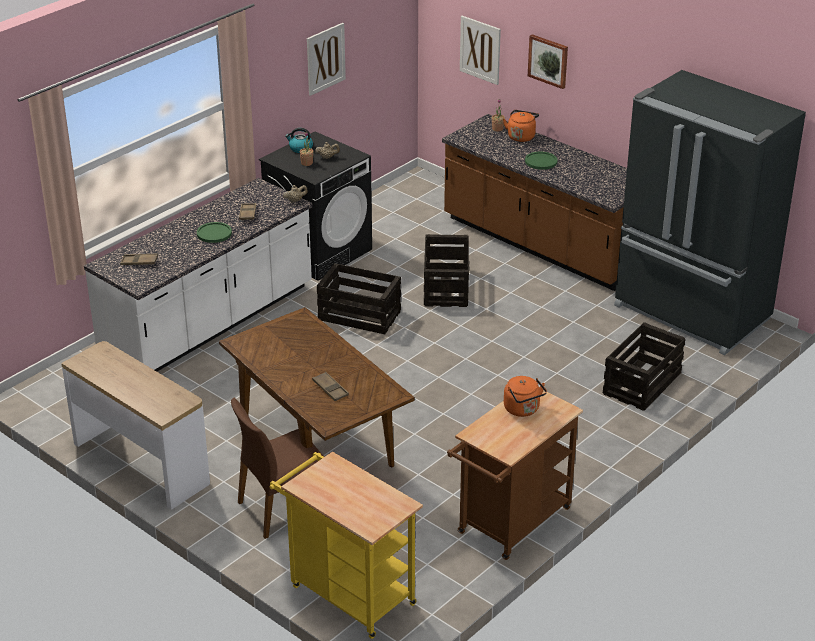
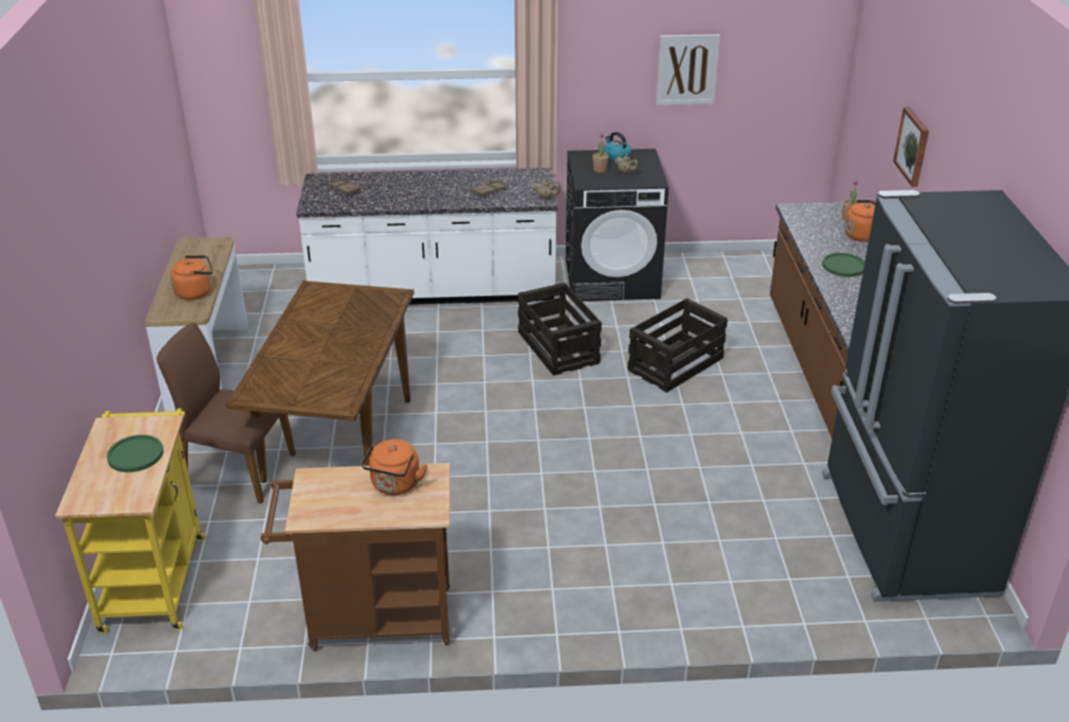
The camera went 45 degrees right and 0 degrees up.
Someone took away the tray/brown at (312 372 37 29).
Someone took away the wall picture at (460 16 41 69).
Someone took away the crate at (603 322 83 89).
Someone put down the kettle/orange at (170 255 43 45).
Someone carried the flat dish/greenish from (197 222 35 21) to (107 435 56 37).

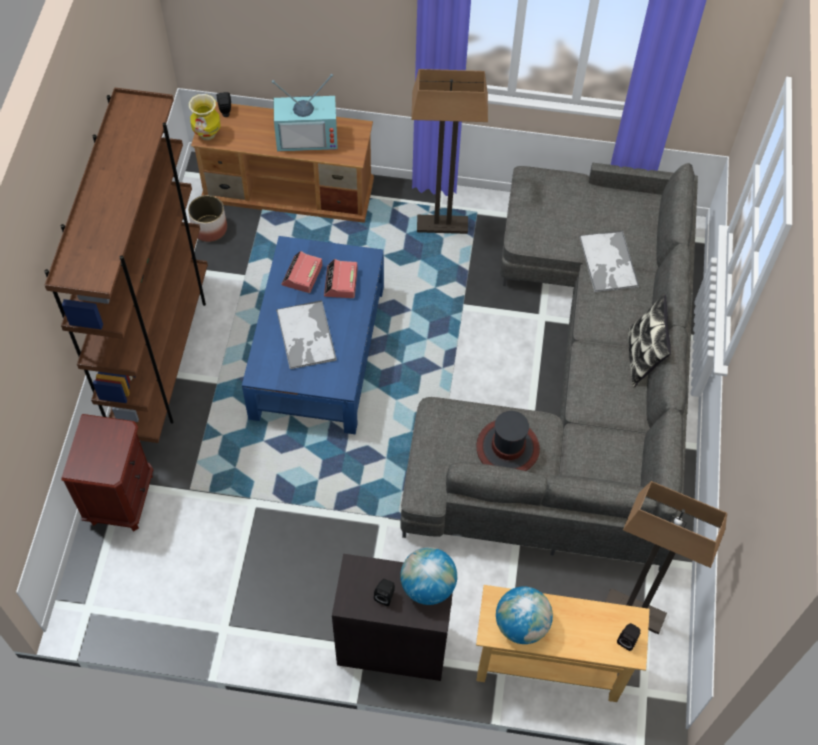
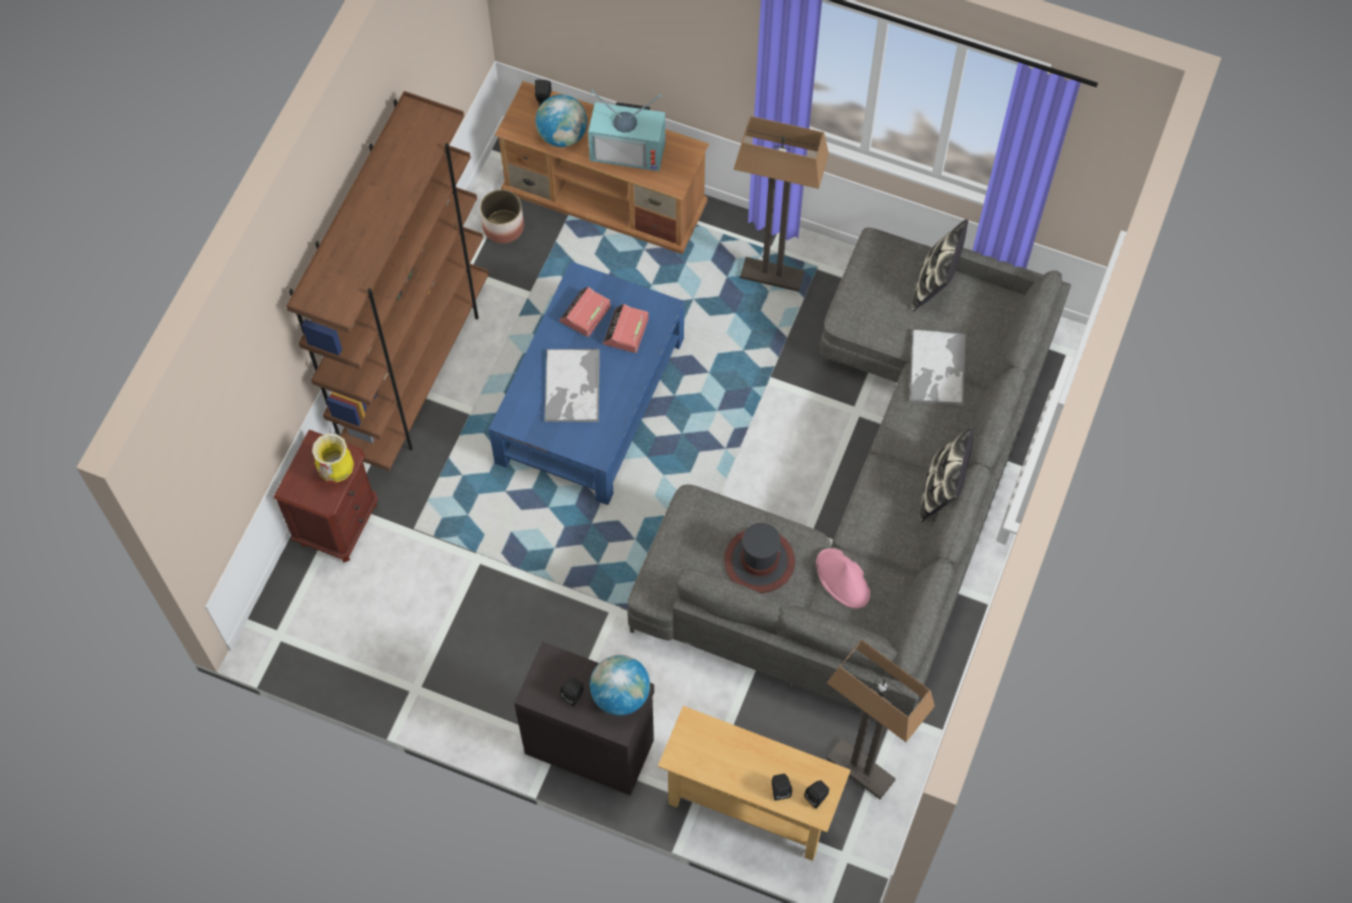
The camera went 15 degrees right and 5 degrees up.
Someone put down the audio speaker/black at (772 773 20 28).
Someone put down the wearable hat/pink-coloured at (816 548 54 61).
Someone put down the cushion at (912 219 56 92).
Someone carried the decorative vase from (189 94 32 46) to (312 433 42 50).
Someone carried the desk globe from (496 586 57 58) to (536 95 51 52).

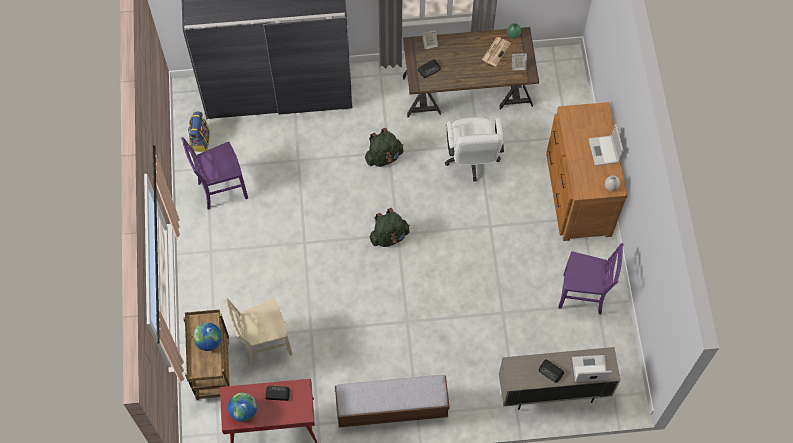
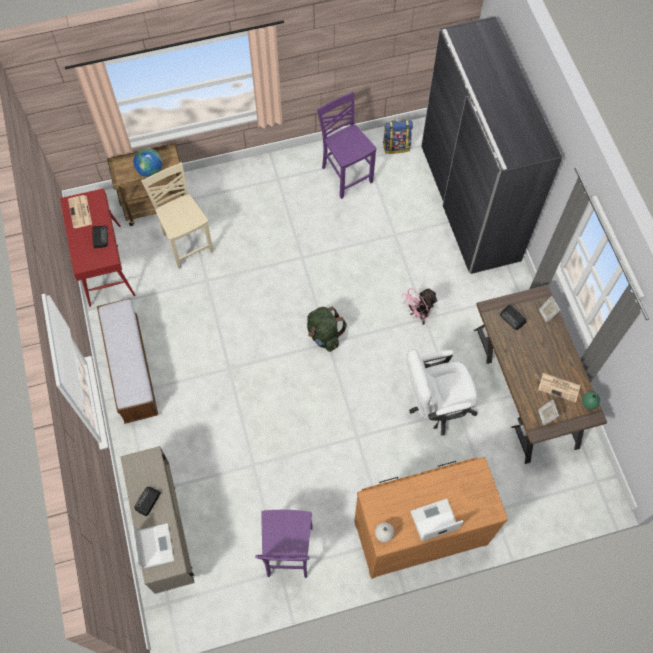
The camera went 80 degrees right and 0 degrees up.
Someone swapped the desk globe at (228 392 29 30) for the newspaper at (68 195 24 33).
Someone swapped the backpack/greenish at (365 128 38 39) for the cooling fan/pink-coloured at (402 288 36 37).

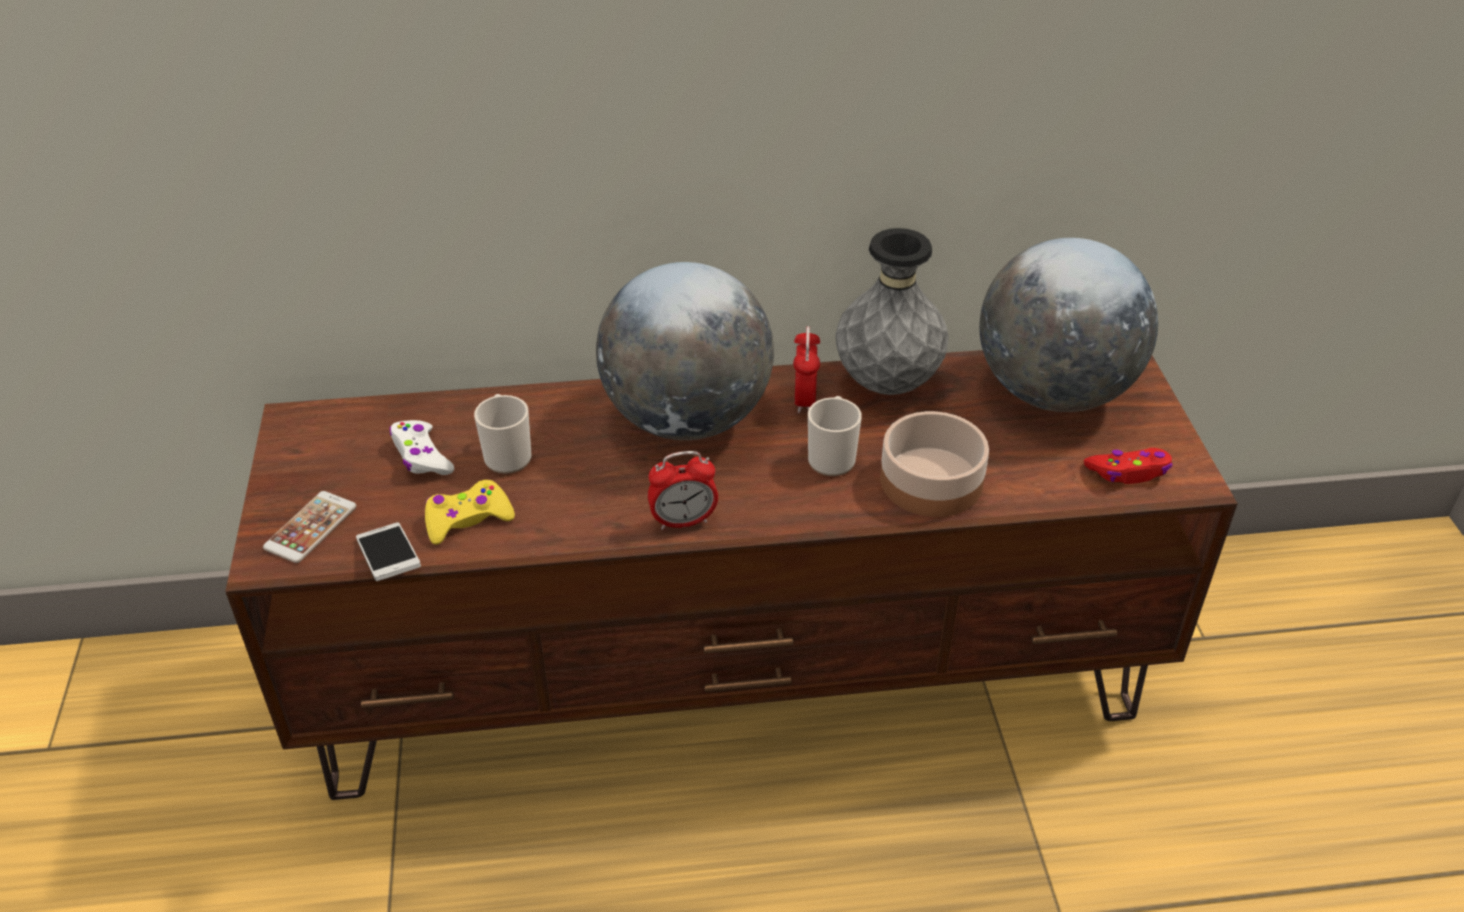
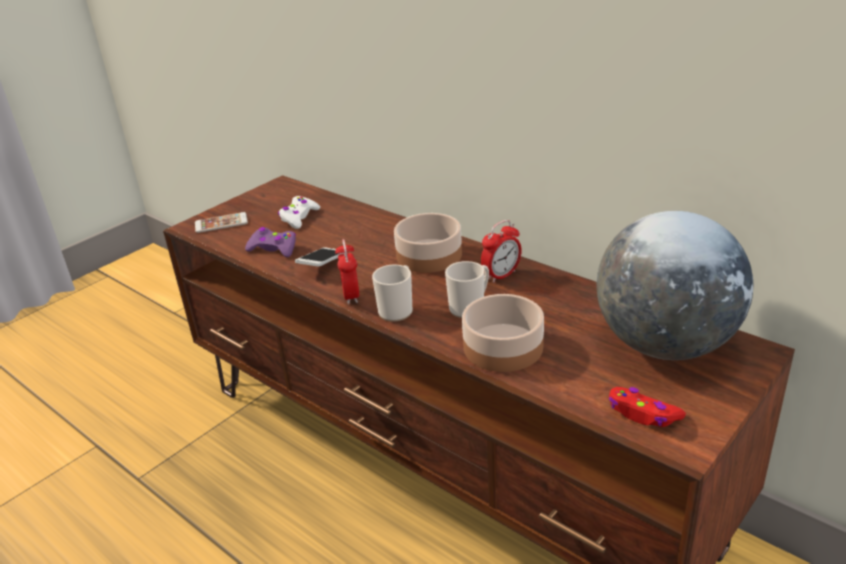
The camera went 50 degrees right and 10 degrees down.
Someone took away the decorative vase/grey at (836 228 113 167).
Someone carried the phone from (356 522 65 59) to (295 247 49 20).
Someone carried the mug from (474 394 58 80) to (372 265 41 57).
Someone swapped the desk globe at (596 262 178 178) for the bowl at (394 213 68 60).
Someone repainted the joypad/yellowish at (425 480 90 65), which became the joypad/purple at (245 227 51 30).
Someone rotated the table clock at (648 451 70 79) by 45 degrees clockwise.

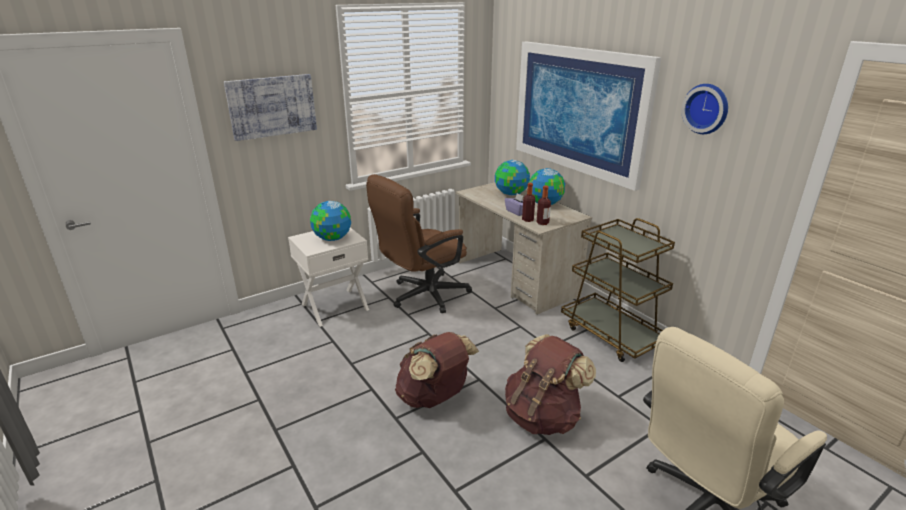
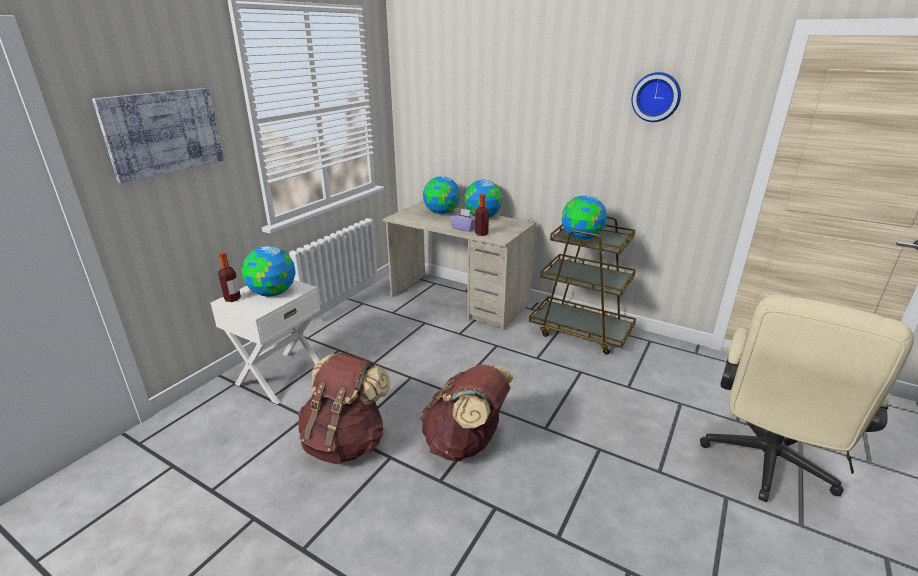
The camera went 25 degrees left and 0 degrees up.
Someone took away the desk chair/brown at (366 174 106 139).
Someone took away the wall picture at (516 42 145 149).
Someone put down the desk globe at (562 195 45 45).
Someone carried the backpack/brown from (505 334 91 101) to (298 353 93 111).
Someone carried the drink bottle from (537 186 14 39) to (218 252 23 50).

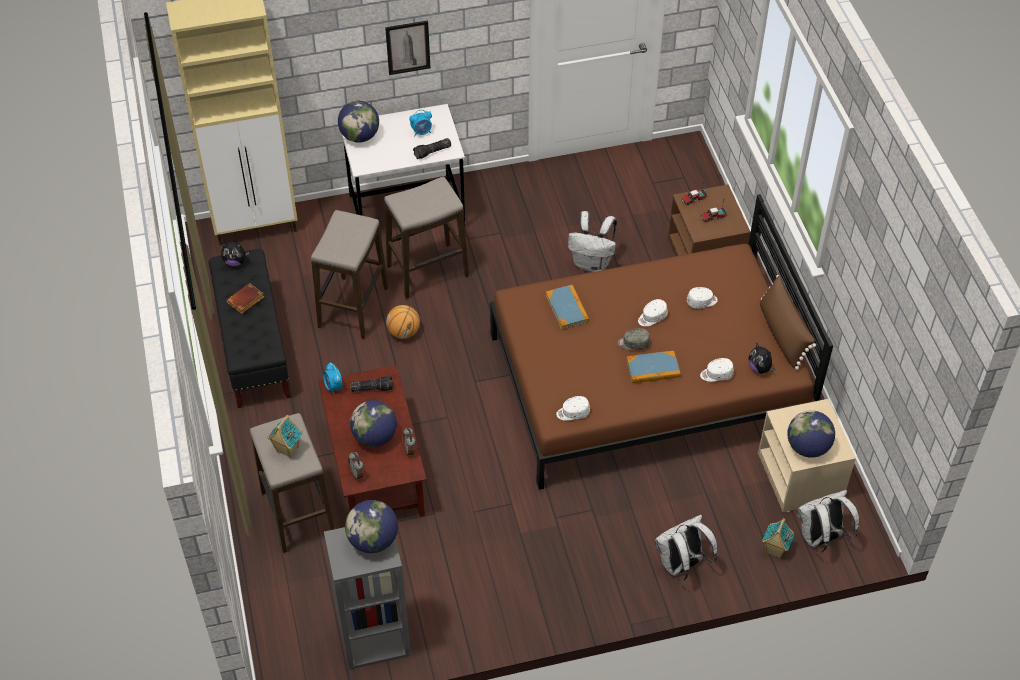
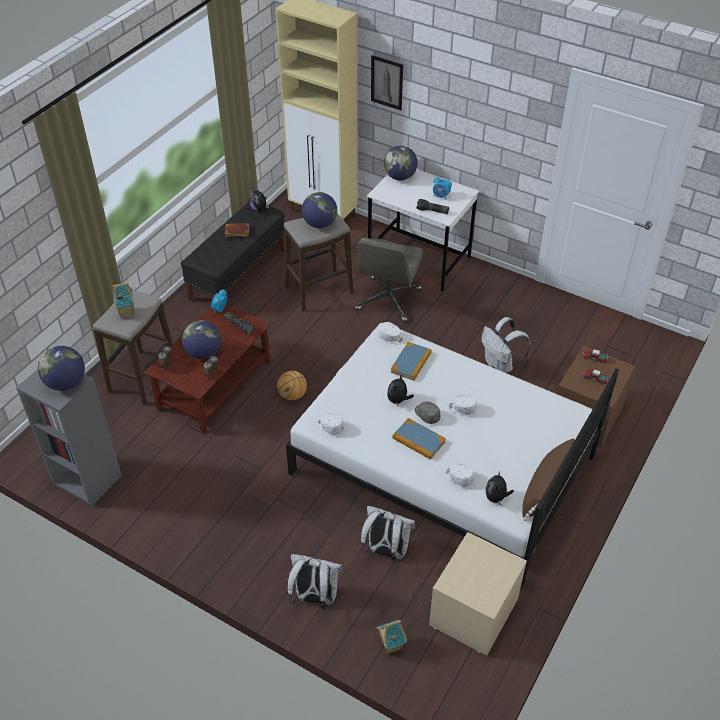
The camera went 45 degrees right and 5 degrees down.
Someone put down the soft toy at (387 374 27 33).
Someone carried the wall picture from (385 21 45 54) to (371 55 32 55).
Someone carried the basketball ball from (386 305 34 34) to (277 371 30 29).
Someone carried the peaked cap/white-coloured from (687 287 31 22) to (378 322 27 23).
Someone carried the desk globe from (787 410 48 48) to (302 192 35 36).
Someone carried the backpack/white-coloured from (797 490 62 63) to (361 506 54 57).
Someone swapped the sitting stool at (384 176 85 123) for the desk chair/grey at (355 238 68 84).
Someone repainted the sleeping bed/brown at (490 194 343 296), which became the sleeping bed/white-coloured at (286 323 333 267).

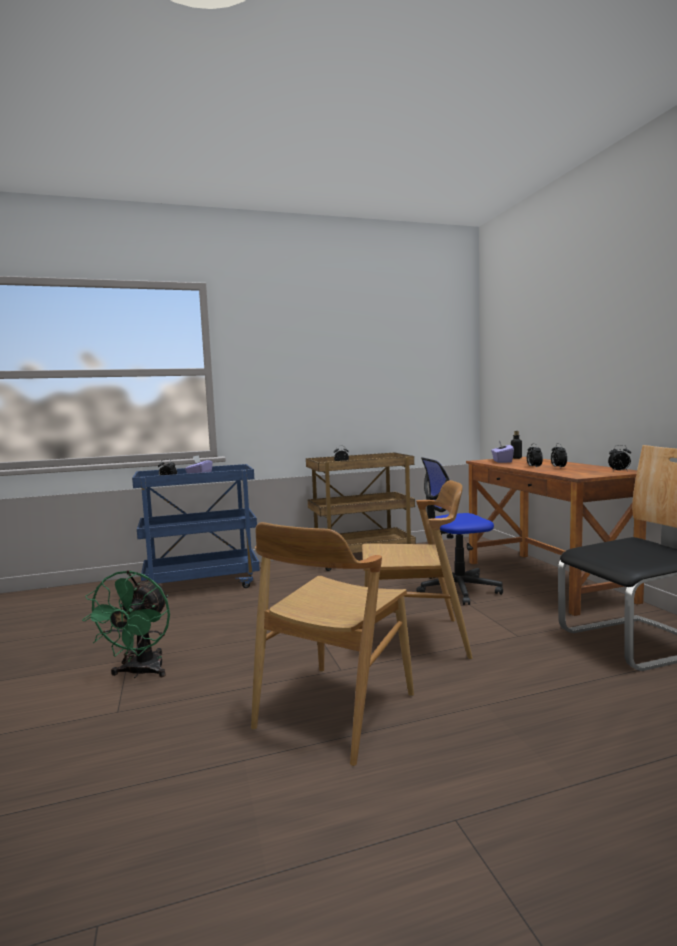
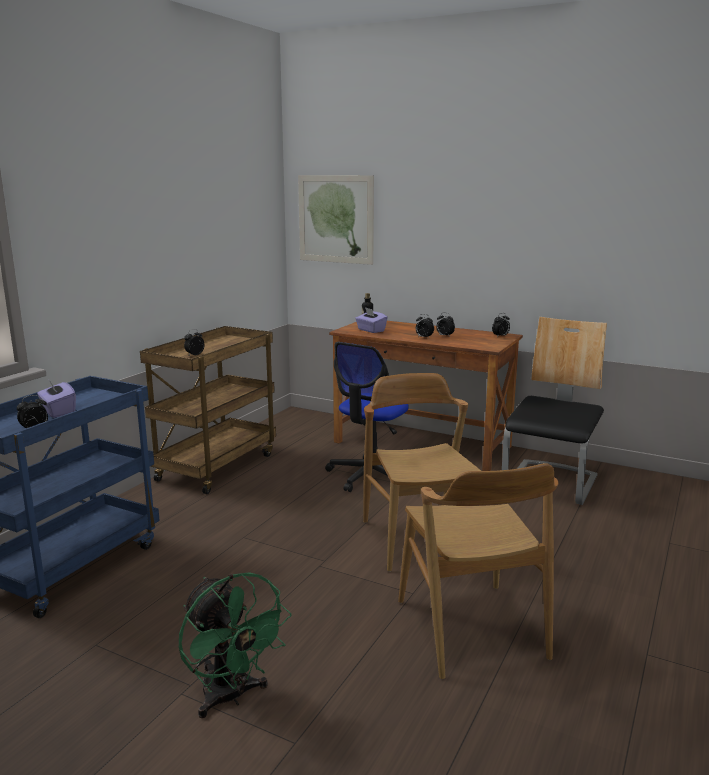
The camera went 45 degrees left and 10 degrees up.
Someone put up the wall picture at (298 175 76 90).
Someone rotated the plain chair/brown at (362 480 111 179) by 60 degrees counterclockwise.

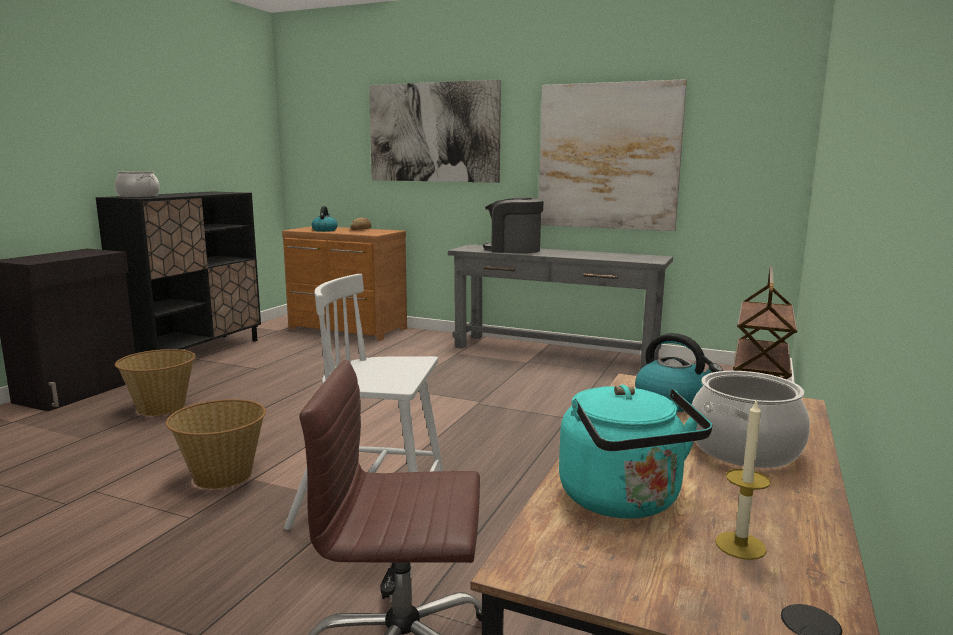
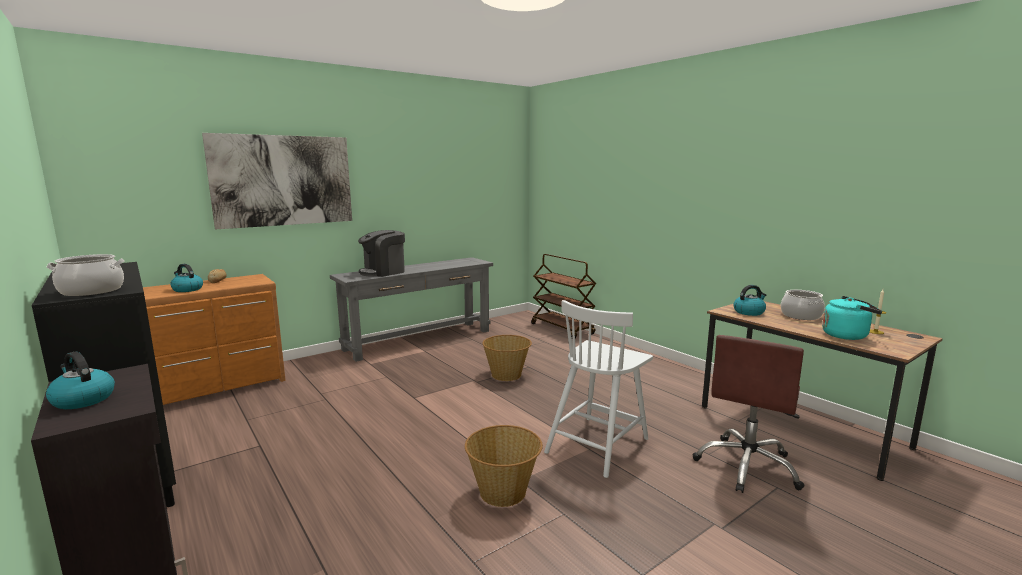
The camera went 60 degrees left and 0 degrees up.
Someone took away the wall picture at (539 79 148 152).
Someone put down the kettle at (46 351 69 58).
Someone carried the storage basket from (115 349 81 67) to (482 335 50 46).

